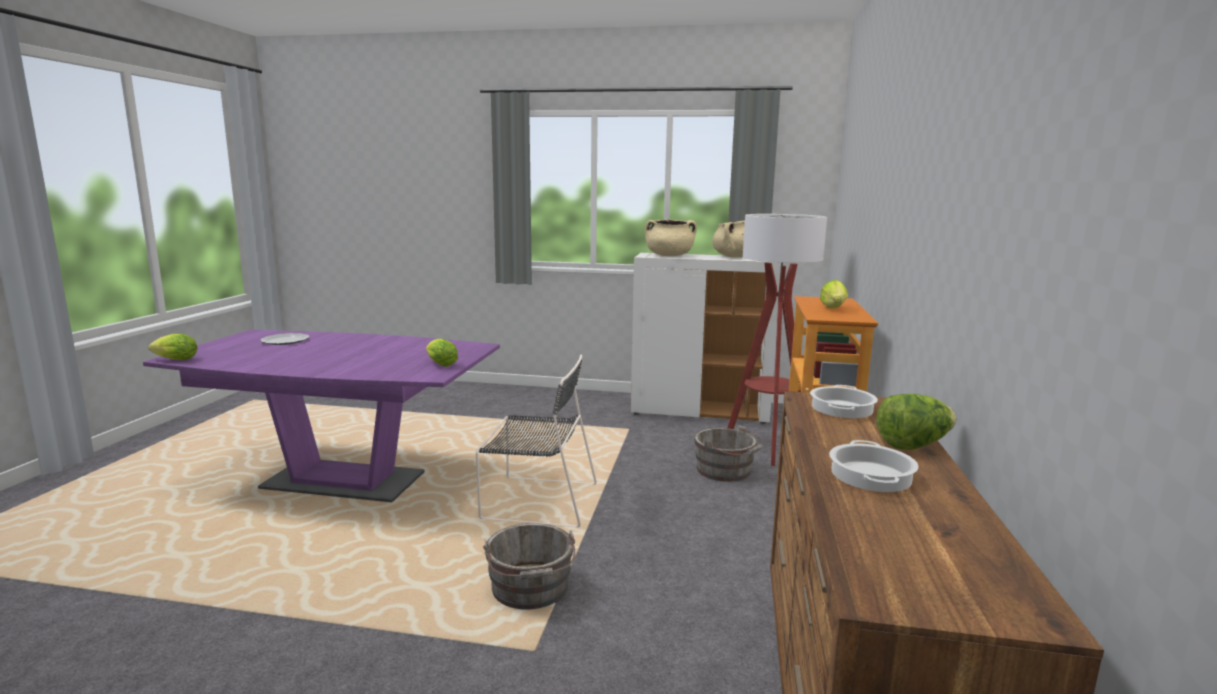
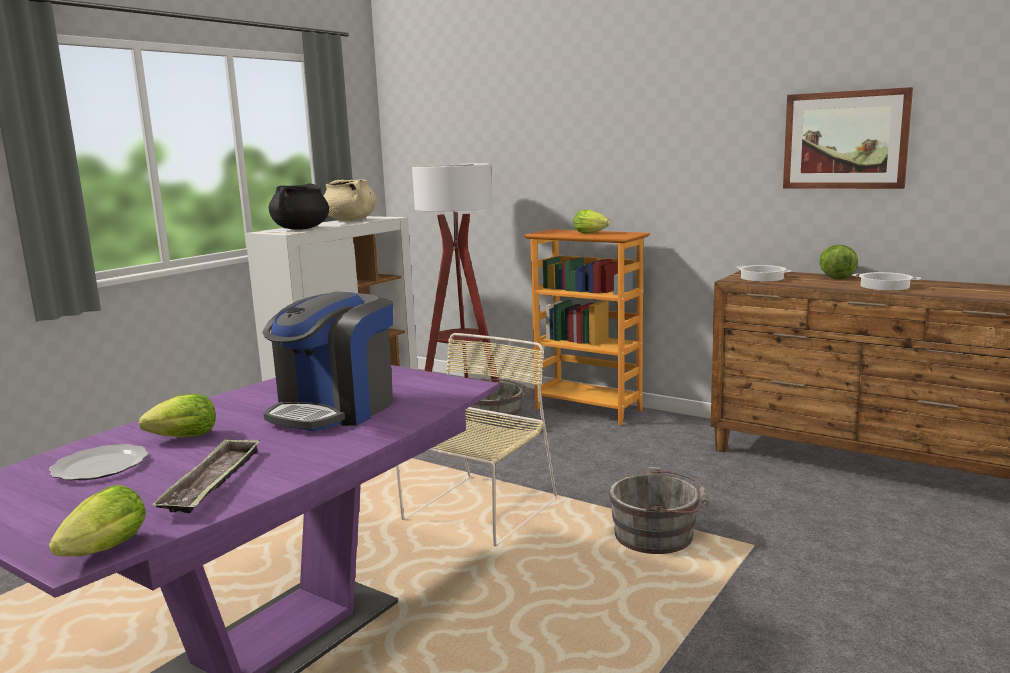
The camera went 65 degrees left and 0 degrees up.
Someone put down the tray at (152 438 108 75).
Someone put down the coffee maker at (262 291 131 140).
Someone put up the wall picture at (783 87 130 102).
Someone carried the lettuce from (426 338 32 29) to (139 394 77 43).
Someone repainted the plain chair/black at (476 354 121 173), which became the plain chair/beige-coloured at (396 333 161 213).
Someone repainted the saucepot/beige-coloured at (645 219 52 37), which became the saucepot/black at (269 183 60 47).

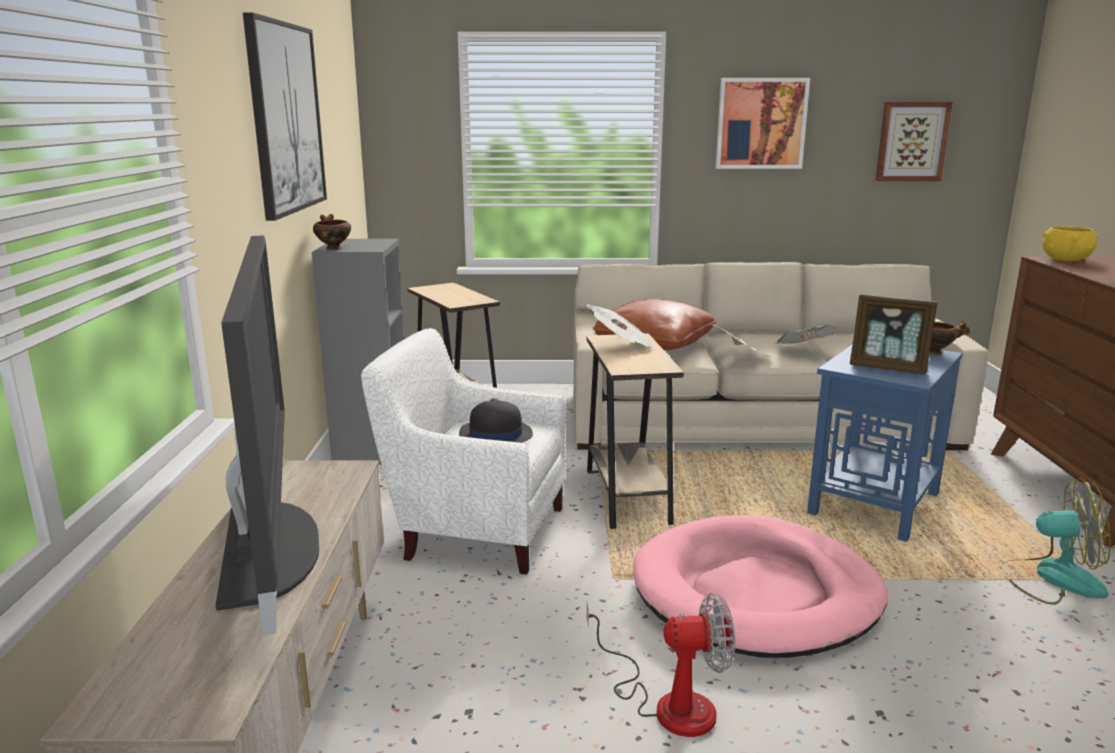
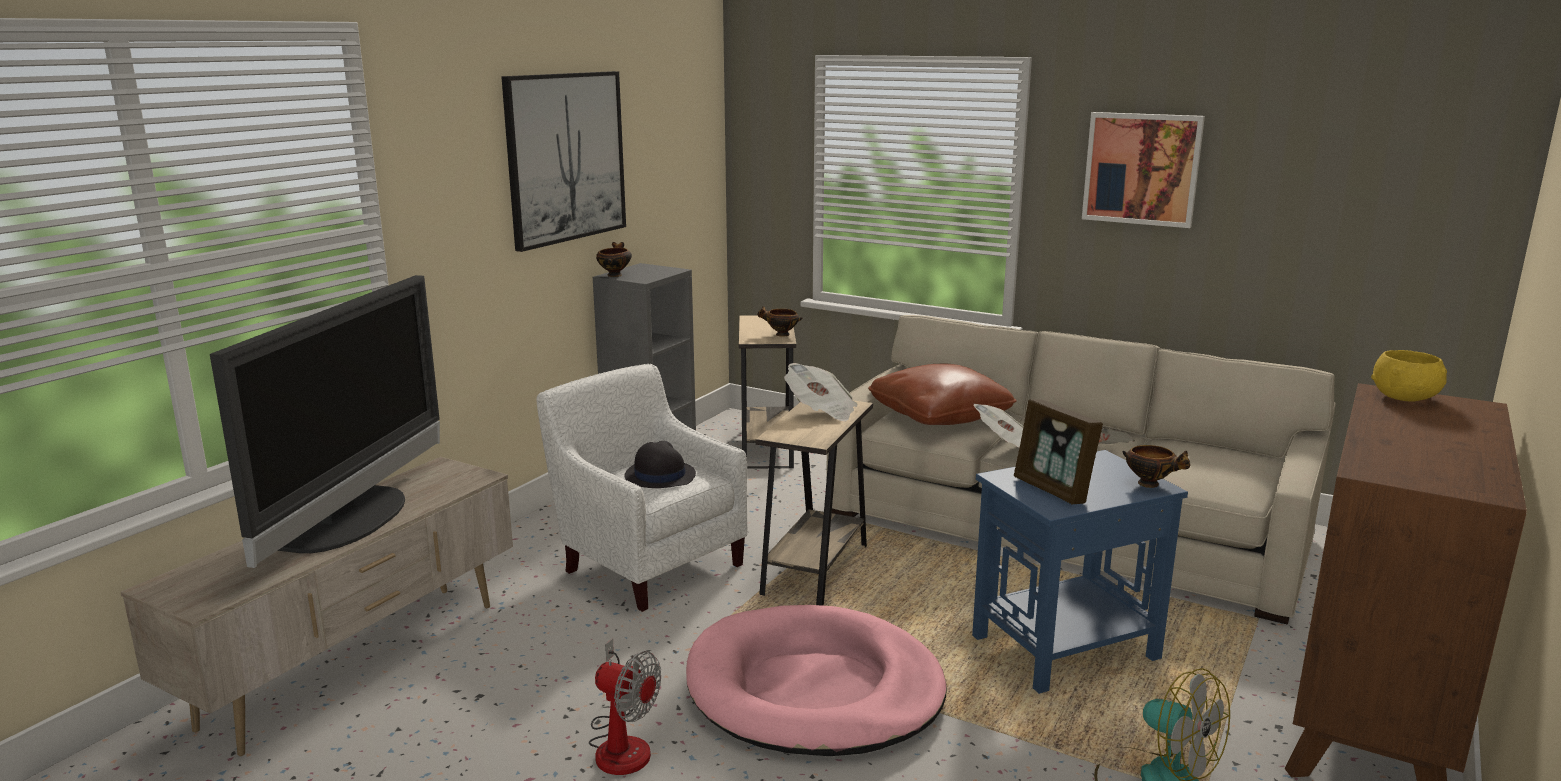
The camera went 30 degrees right and 0 degrees up.
Someone took away the wall picture at (875 102 78 79).
Someone put down the bowl at (757 306 45 31).

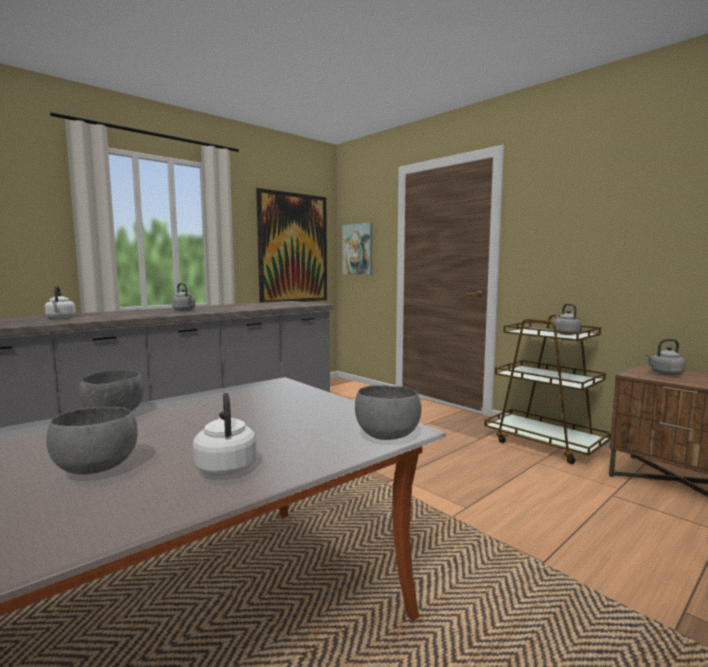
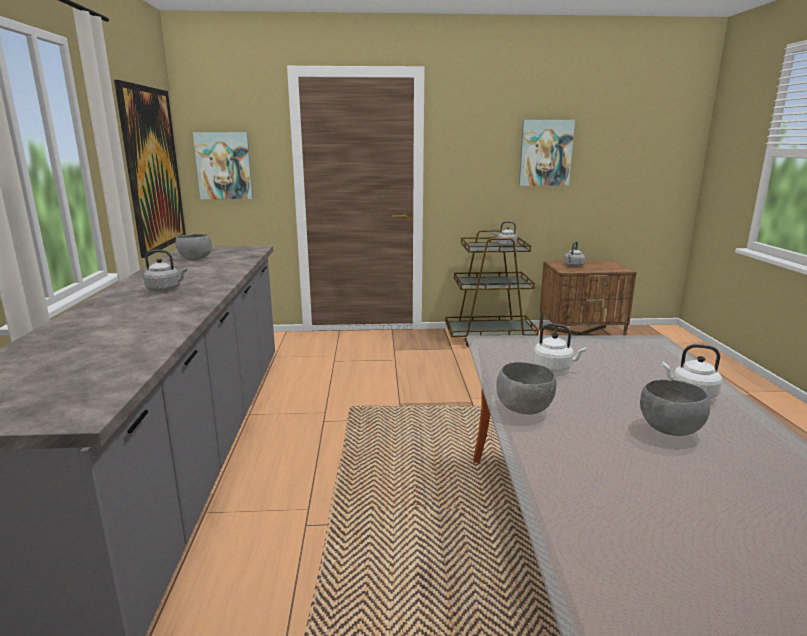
The camera went 50 degrees left and 10 degrees up.
Someone put up the wall picture at (519 120 56 66).
Someone carried the kettle/white-coloured from (45 286 31 33) to (533 323 53 49).
Someone carried the bowl/grey from (355 385 66 55) to (176 234 36 26).

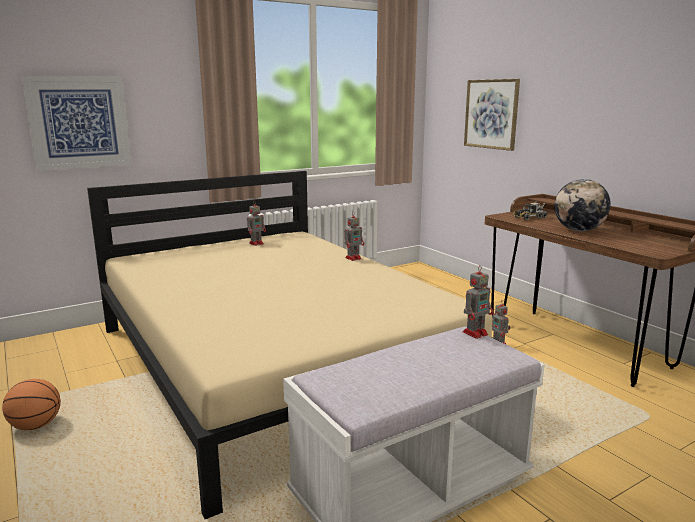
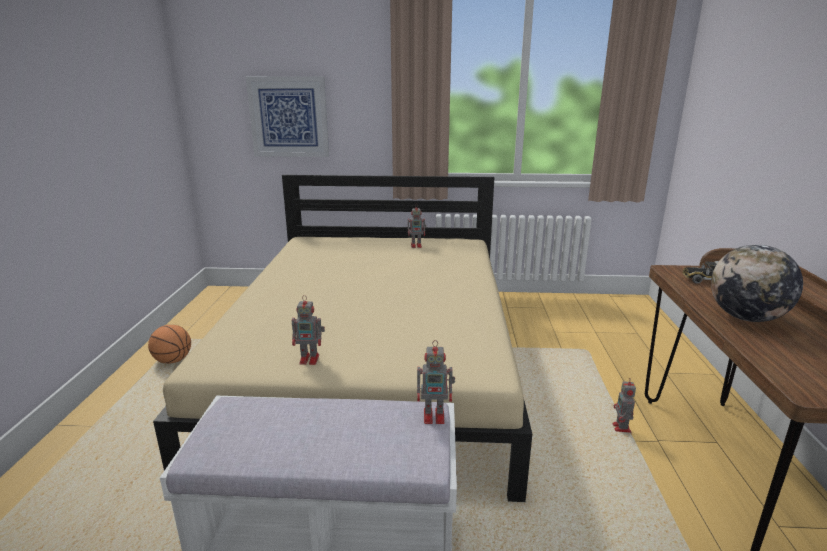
The camera went 35 degrees right and 5 degrees up.
Someone took away the wall picture at (464 79 56 72).
Someone carried the model robot from (345 213 19 48) to (292 295 33 70).

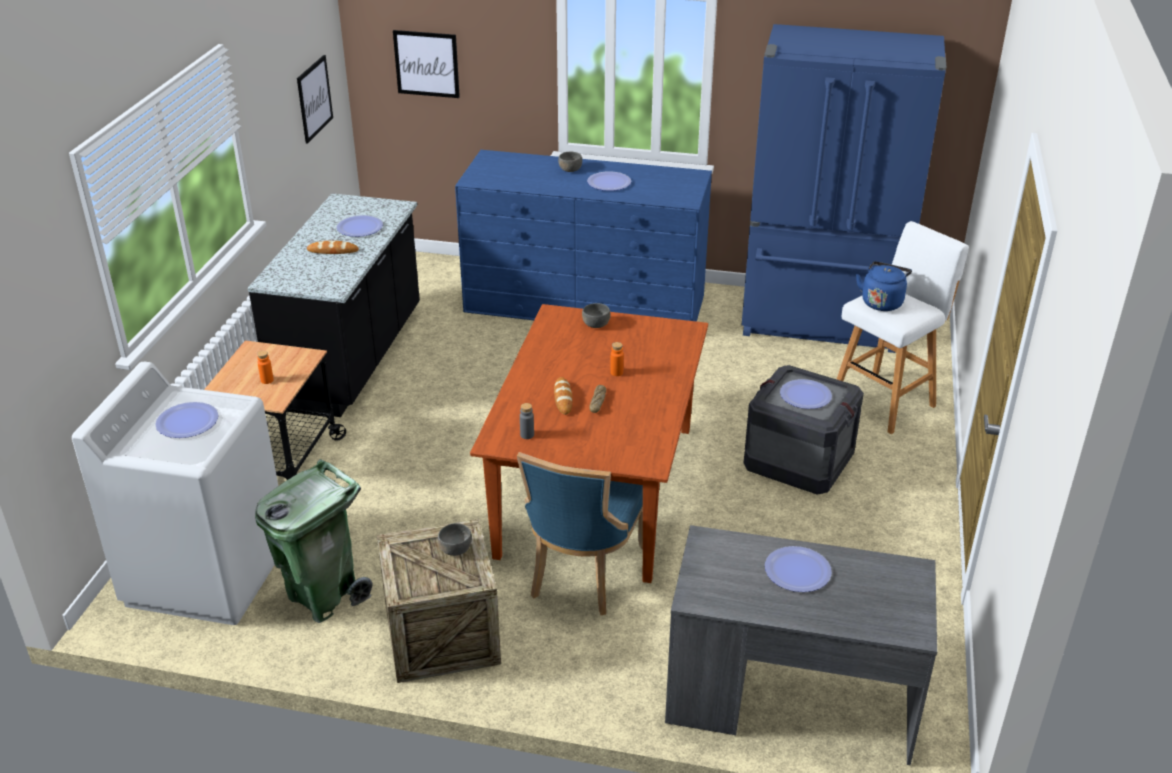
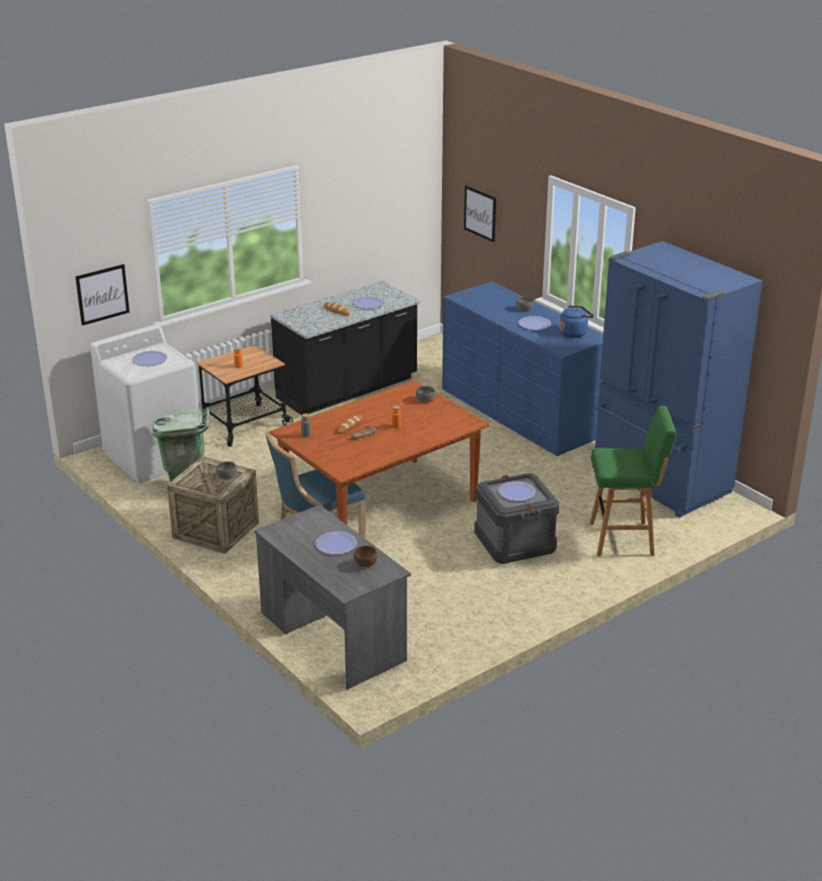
The camera went 40 degrees right and 5 degrees down.
Someone put down the bowl/brown at (354 546 23 21).
Someone carried the wall picture from (297 55 36 89) to (75 264 55 62).
Someone carried the kettle/blue from (856 261 56 50) to (559 305 35 33).
Someone repainted the sitting stool/white-coloured at (837 221 132 213), which became the sitting stool/greenish at (590 406 86 150).

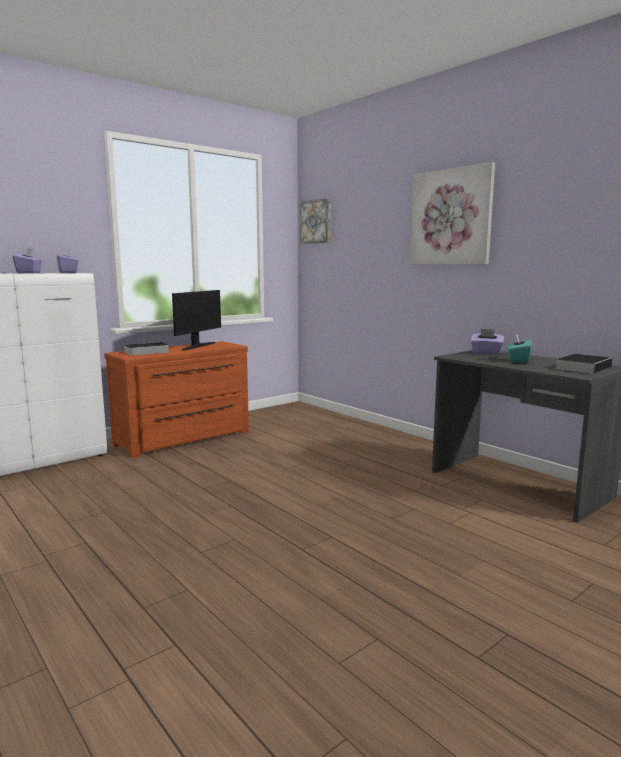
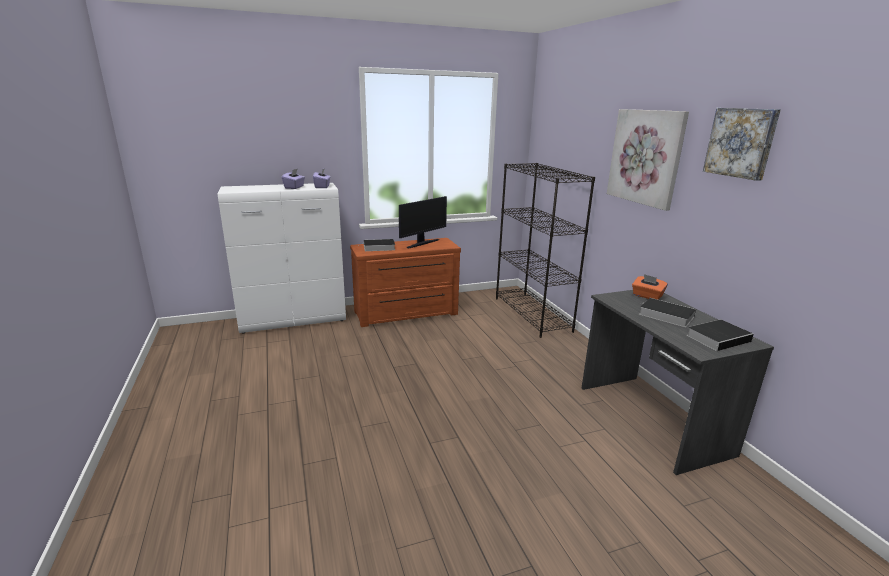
The camera went 20 degrees right and 10 degrees up.
Someone put down the bookcase/black at (496 163 99 175).
Someone carried the wall picture from (300 198 31 46) to (703 108 78 73).
Someone swapped the tissue box/blue-green at (507 335 25 28) for the book at (639 298 57 29).
Someone repainted the tissue box/purple at (471 329 33 25), which became the tissue box/orange at (632 274 36 26).

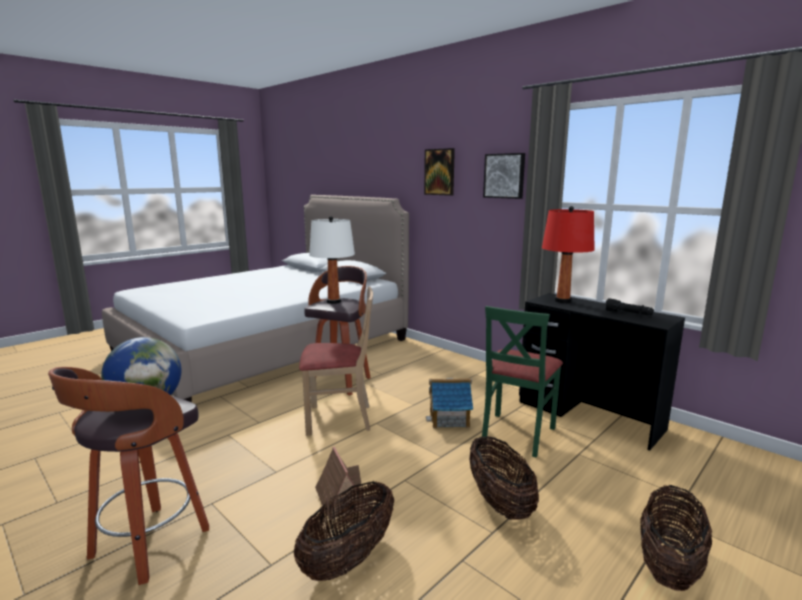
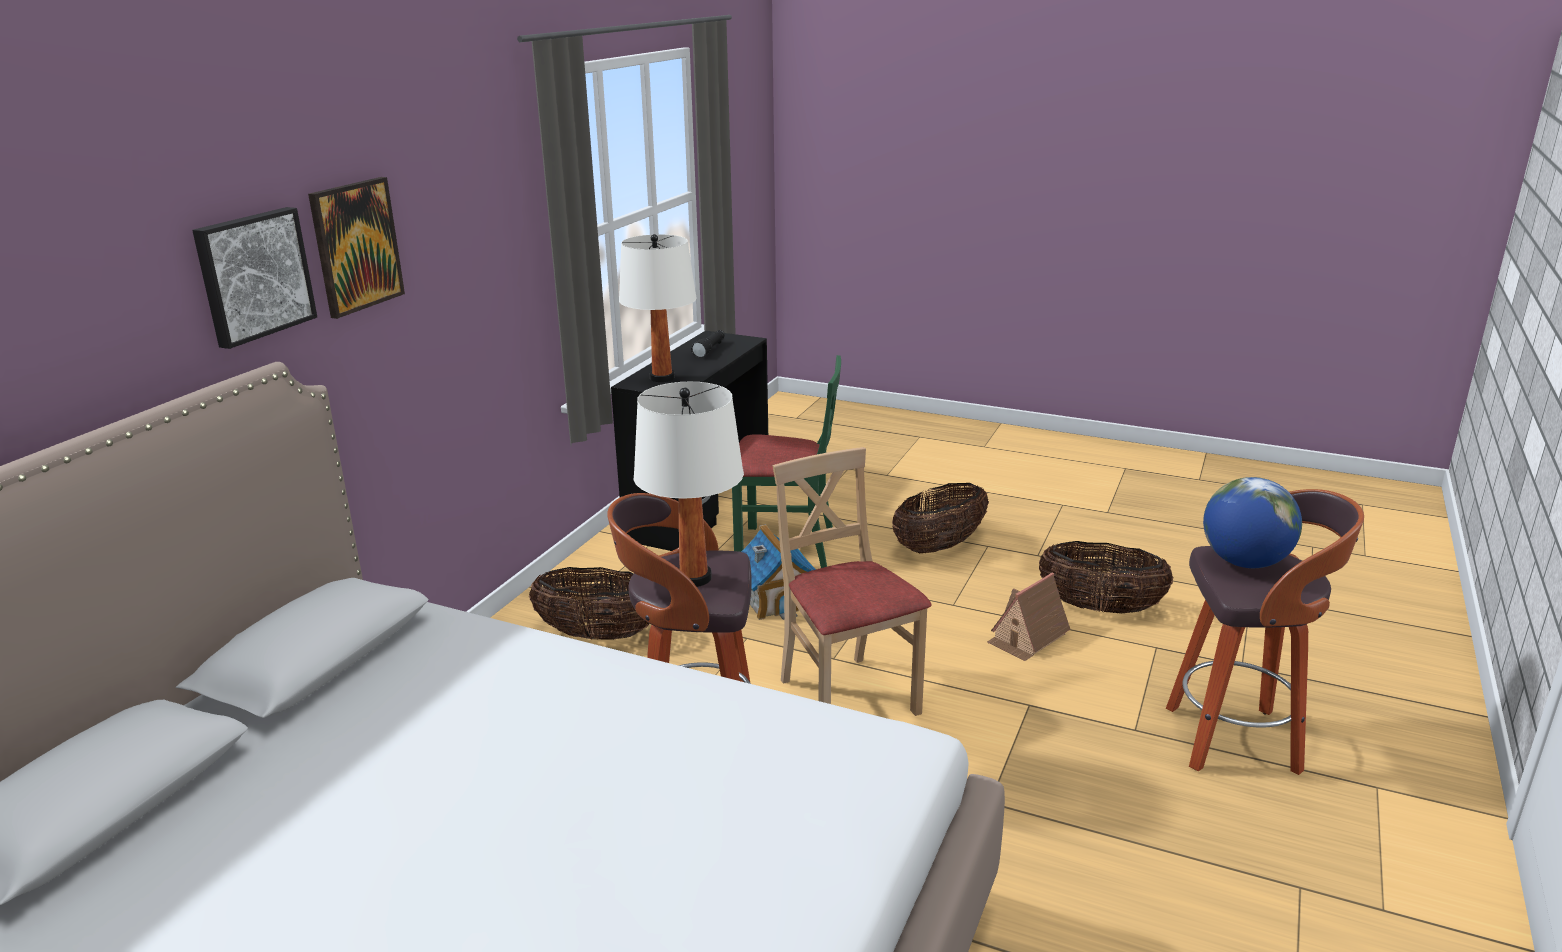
The camera went 110 degrees left and 10 degrees up.
Someone carried the wall picture from (483 153 42 46) to (192 207 125 142).
Someone carried the storage basket from (640 485 72 106) to (529 567 121 73).
Someone repainted the table lamp/reddish at (542 206 53 97), which became the table lamp/white-coloured at (619 234 77 148).

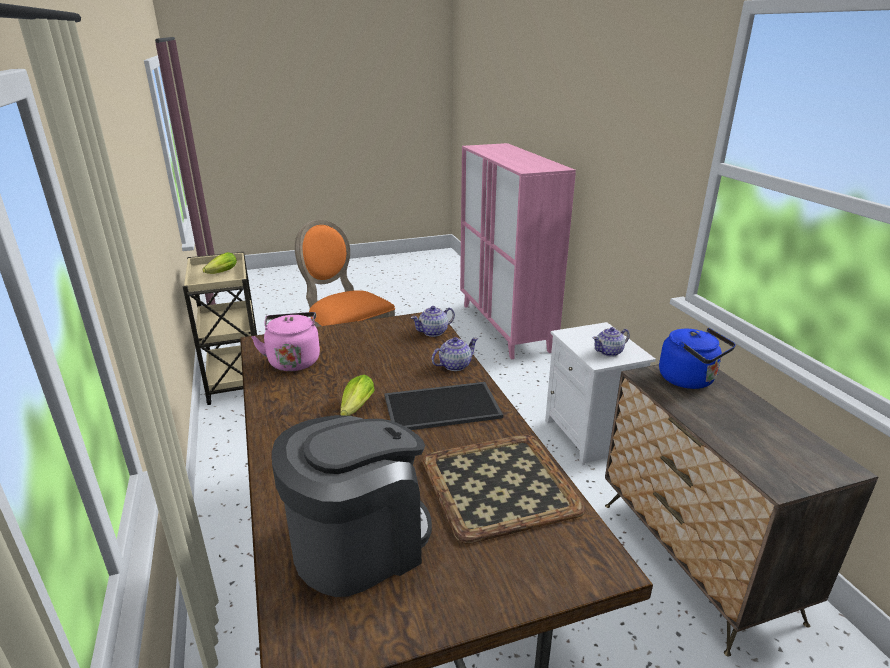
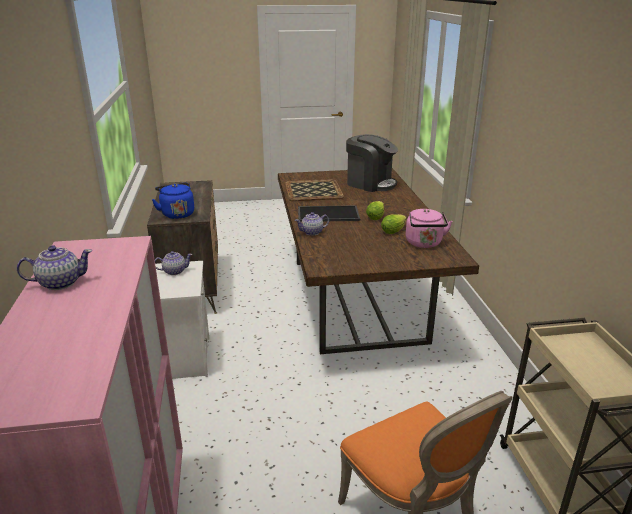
The camera went 170 degrees left and 0 degrees up.
Someone carried the lettuce from (203 252 34 22) to (381 214 26 20).
Someone carried the teapot from (411 306 44 31) to (17 245 75 45).
Someone rotated the coffee maker at (272 415 160 182) by 120 degrees counterclockwise.

